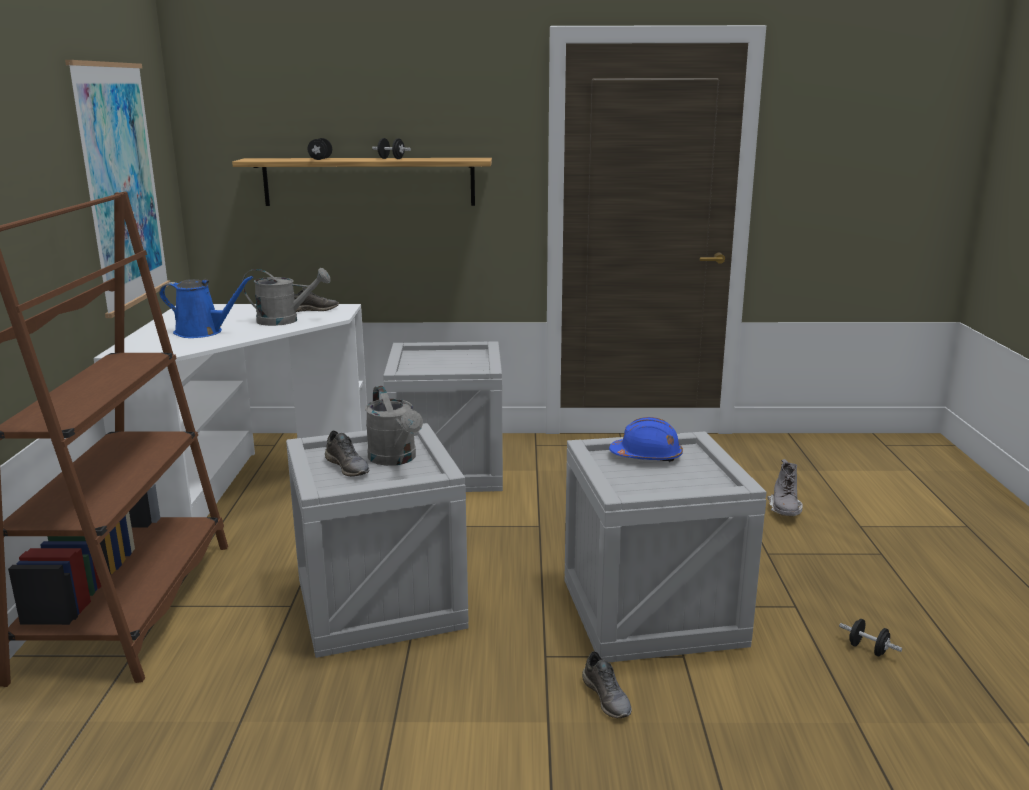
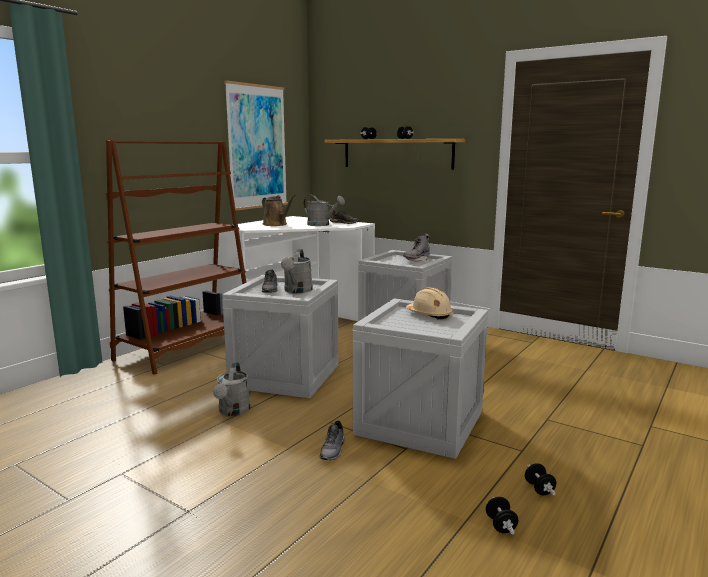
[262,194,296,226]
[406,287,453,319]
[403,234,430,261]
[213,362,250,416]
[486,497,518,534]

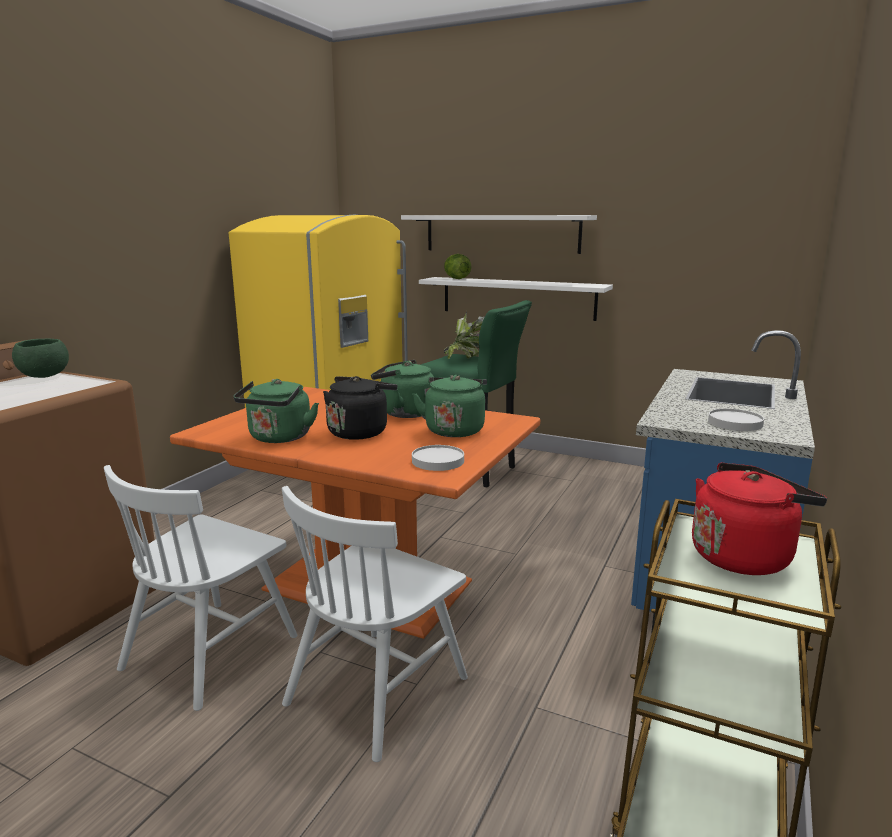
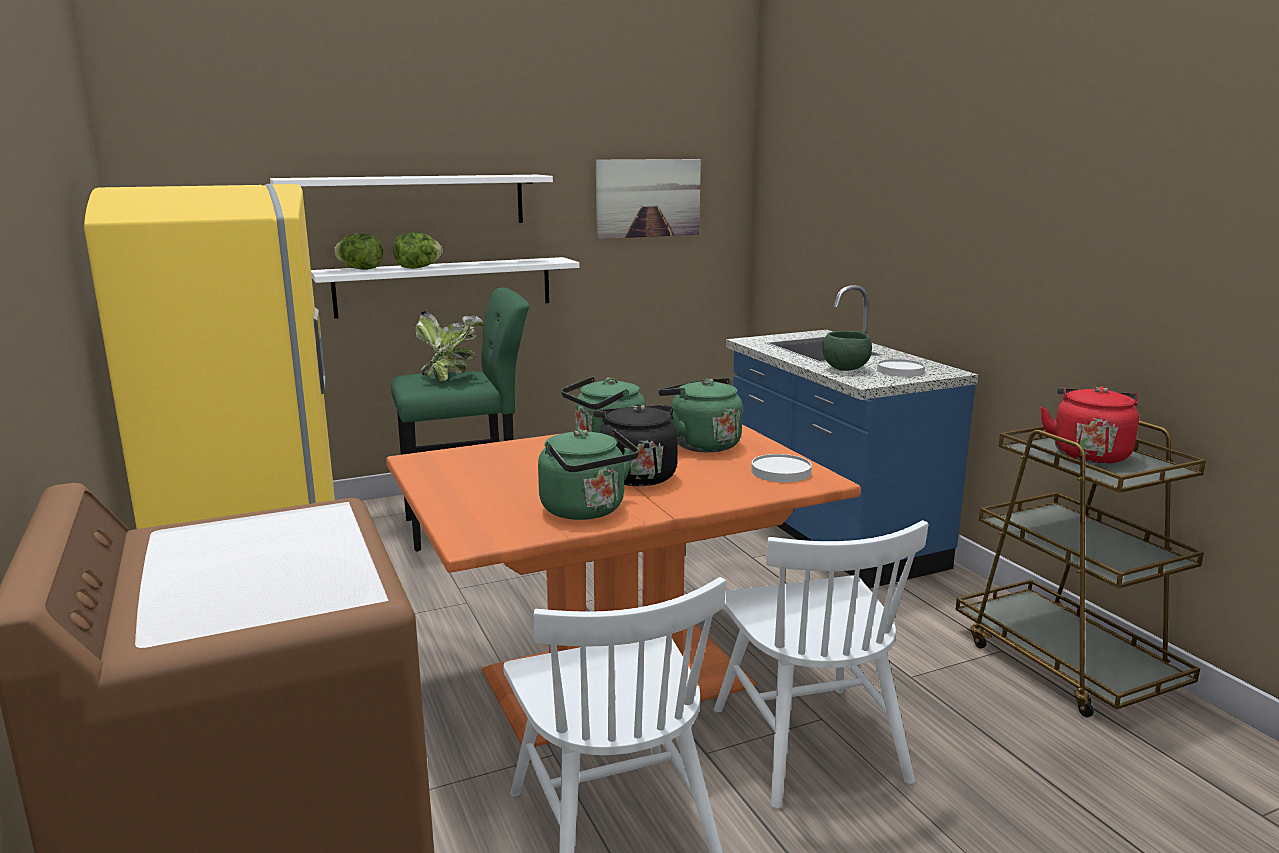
[823,331,872,371]
[596,159,701,239]
[393,232,443,269]

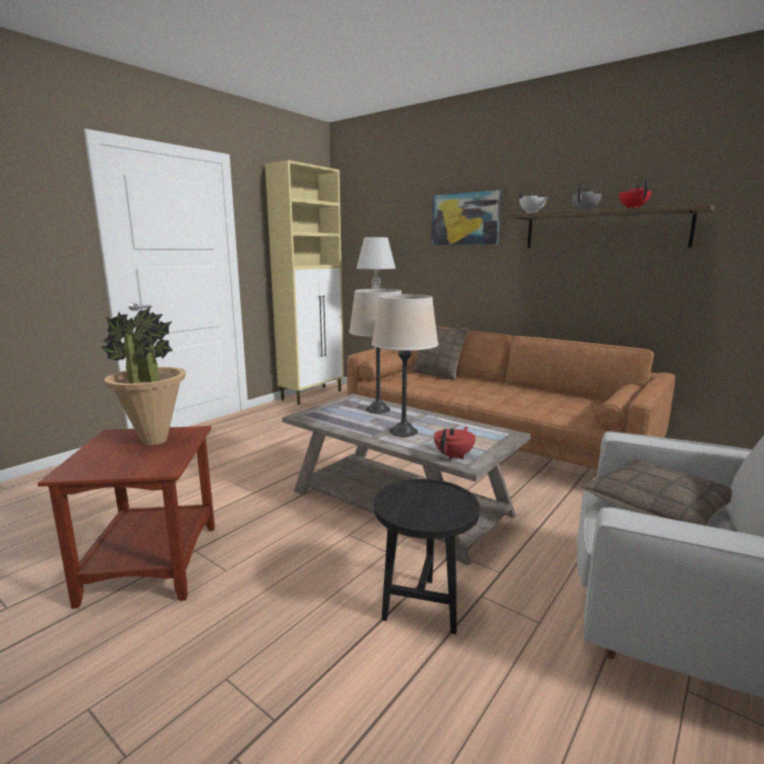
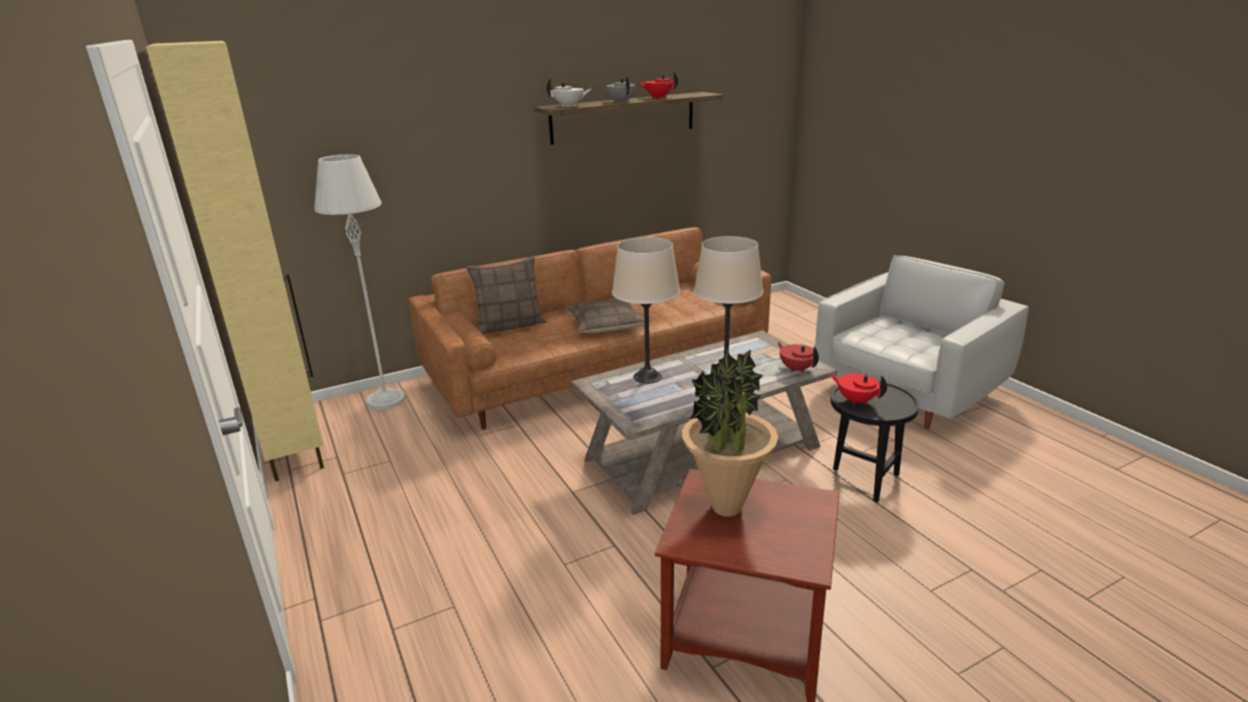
[431,190,501,245] (first image)
[564,299,644,333]
[830,373,887,405]

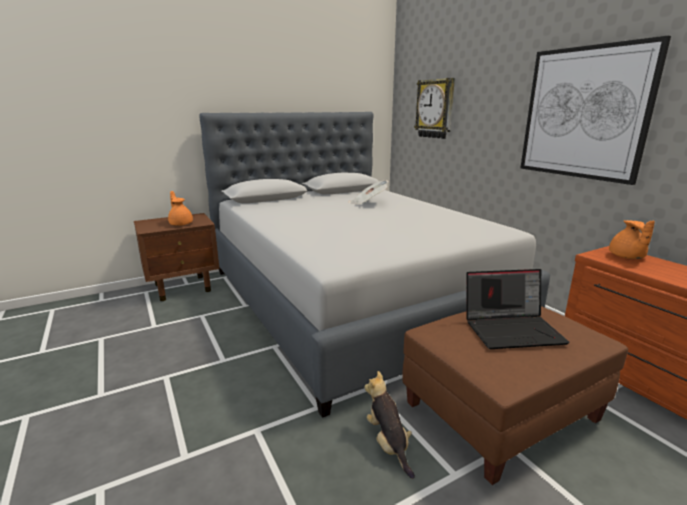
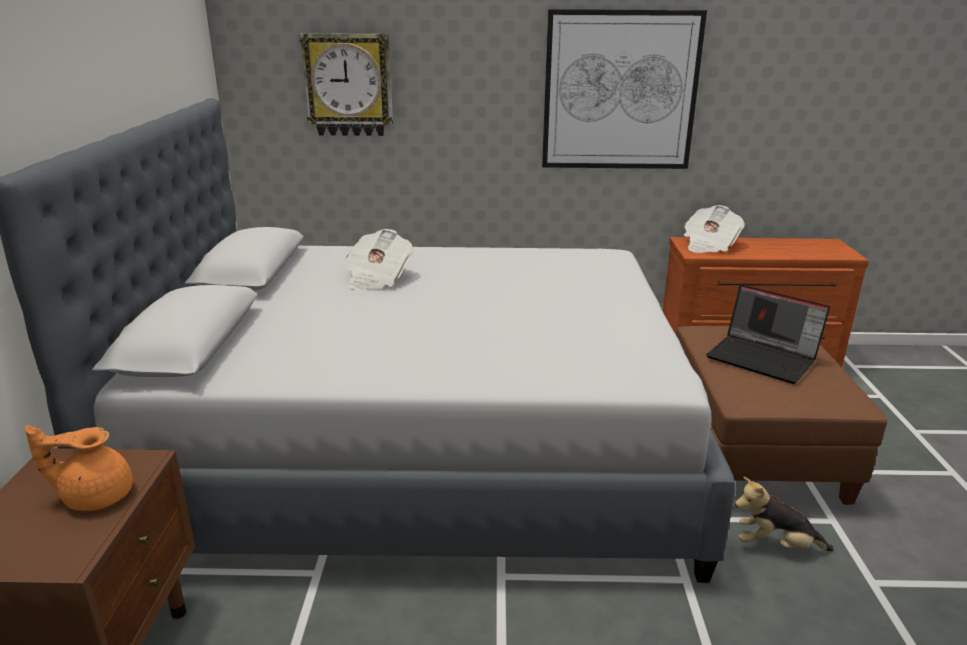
[684,205,745,253]
[706,285,830,384]

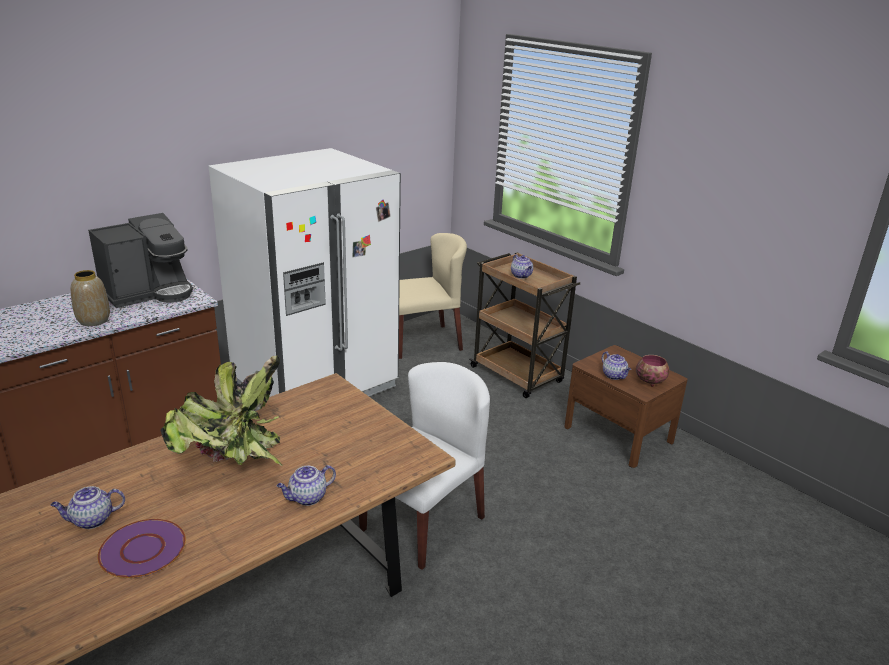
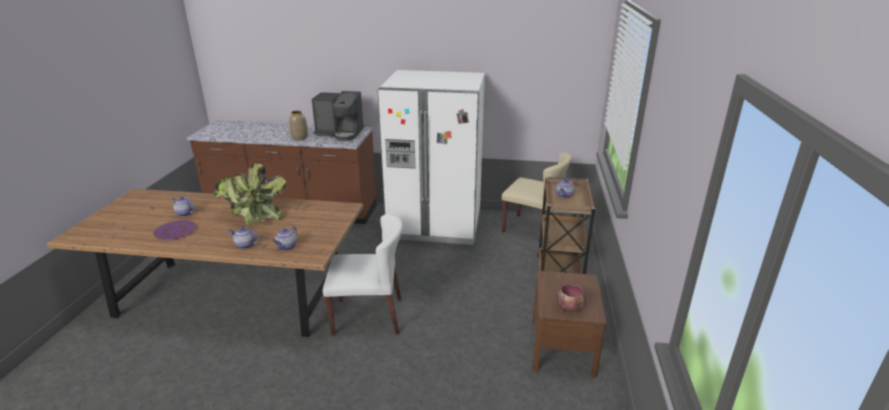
[273,226,297,250]

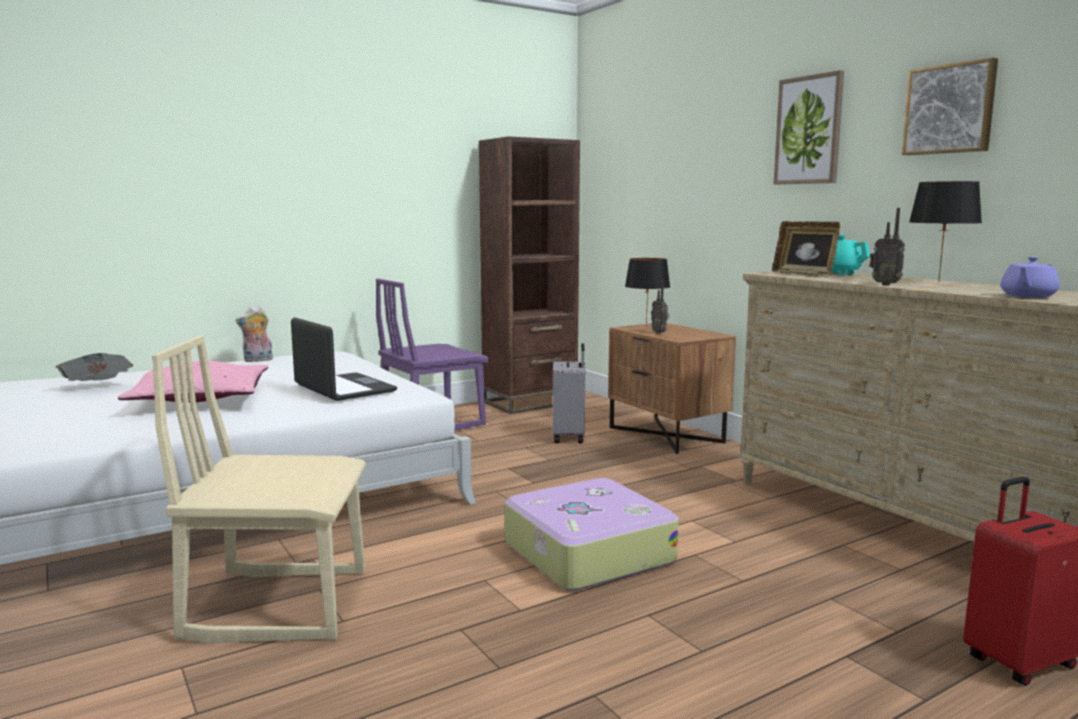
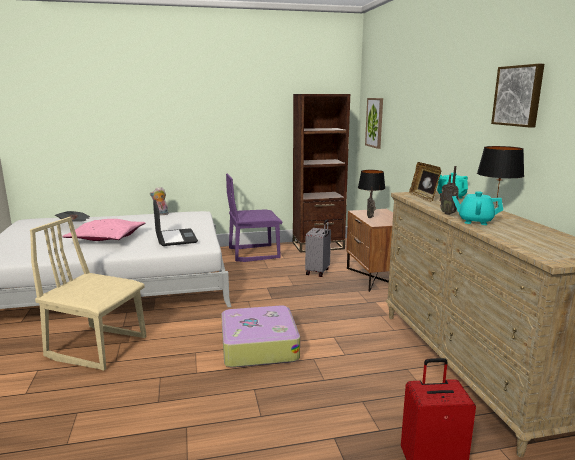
[365,98,383,149]
[1001,256,1060,298] (first image)
[452,191,503,225]

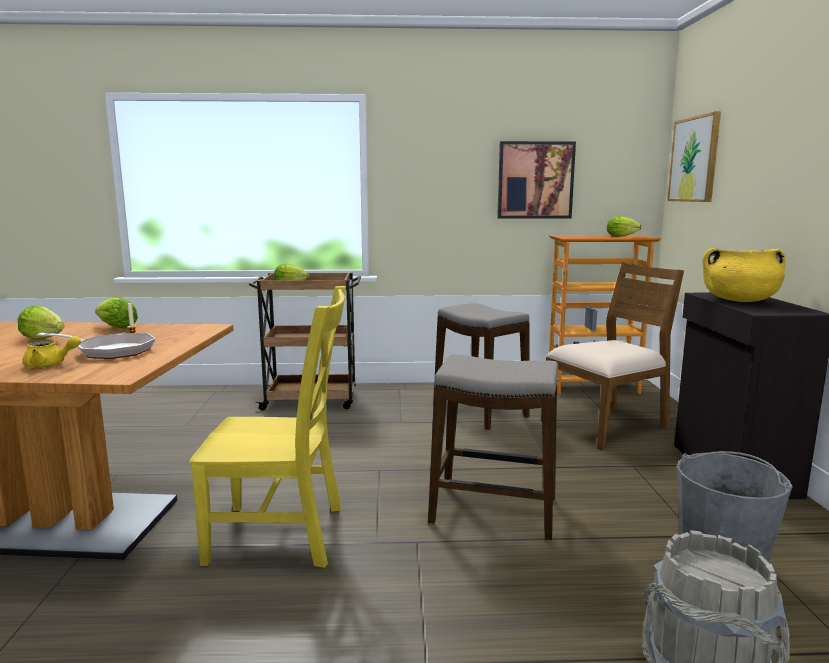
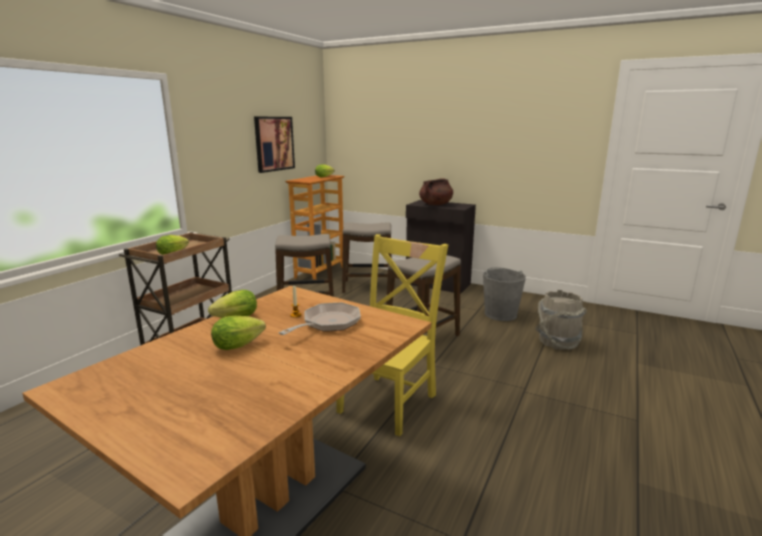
[667,111,721,202] (first image)
[419,178,453,205]
[342,222,392,293]
[23,336,81,368] (first image)

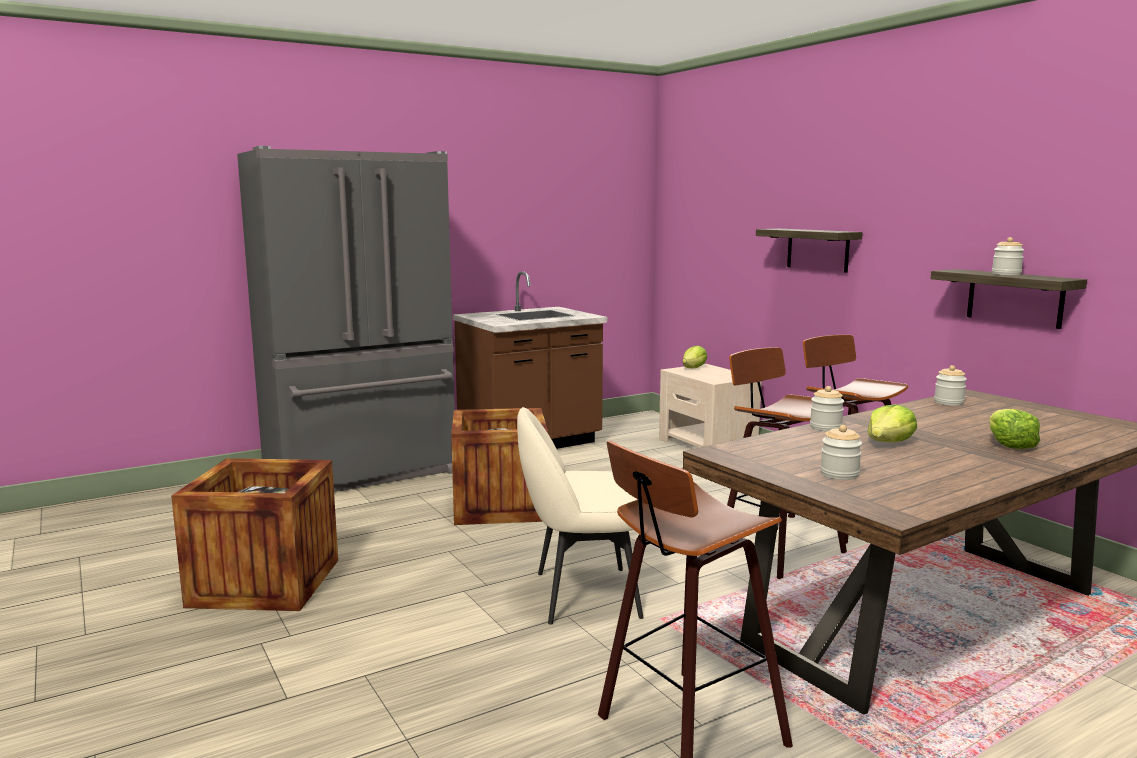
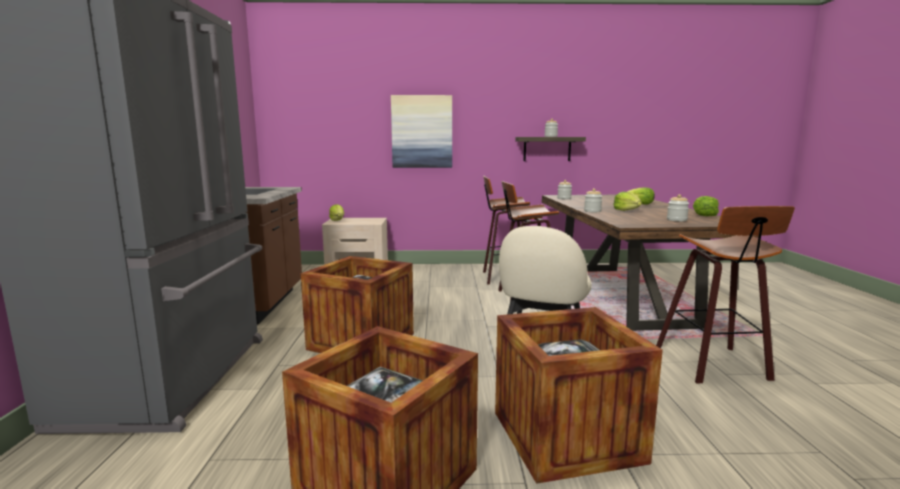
[391,95,452,168]
[693,196,719,216]
[495,307,663,484]

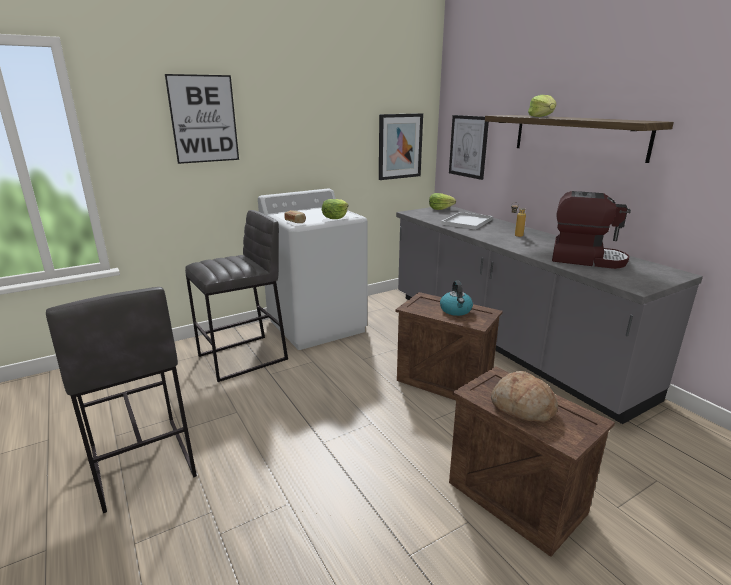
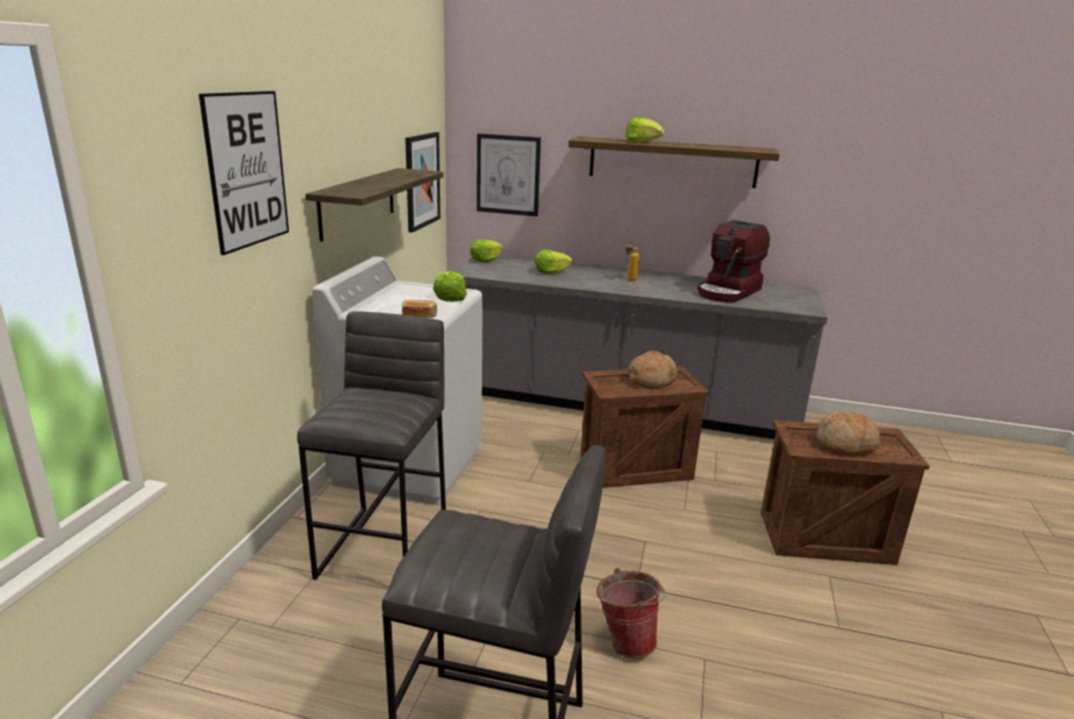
[697,220,770,302]
[535,250,573,274]
[628,351,678,389]
[305,168,444,242]
[596,568,665,658]

